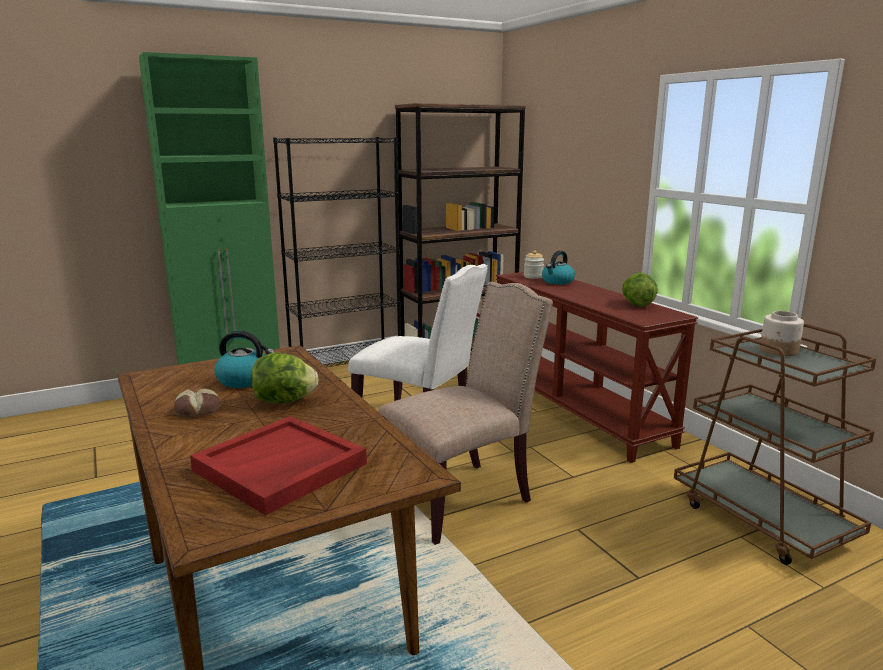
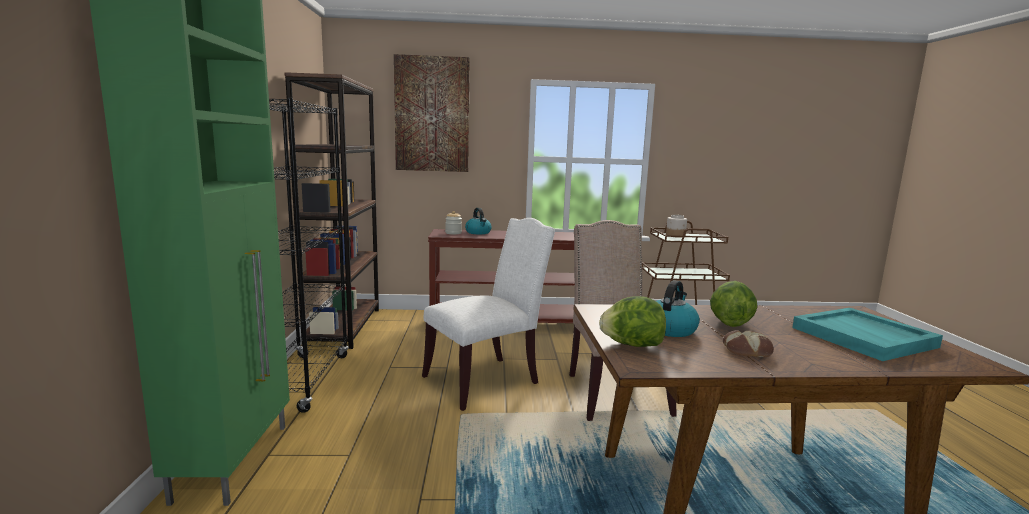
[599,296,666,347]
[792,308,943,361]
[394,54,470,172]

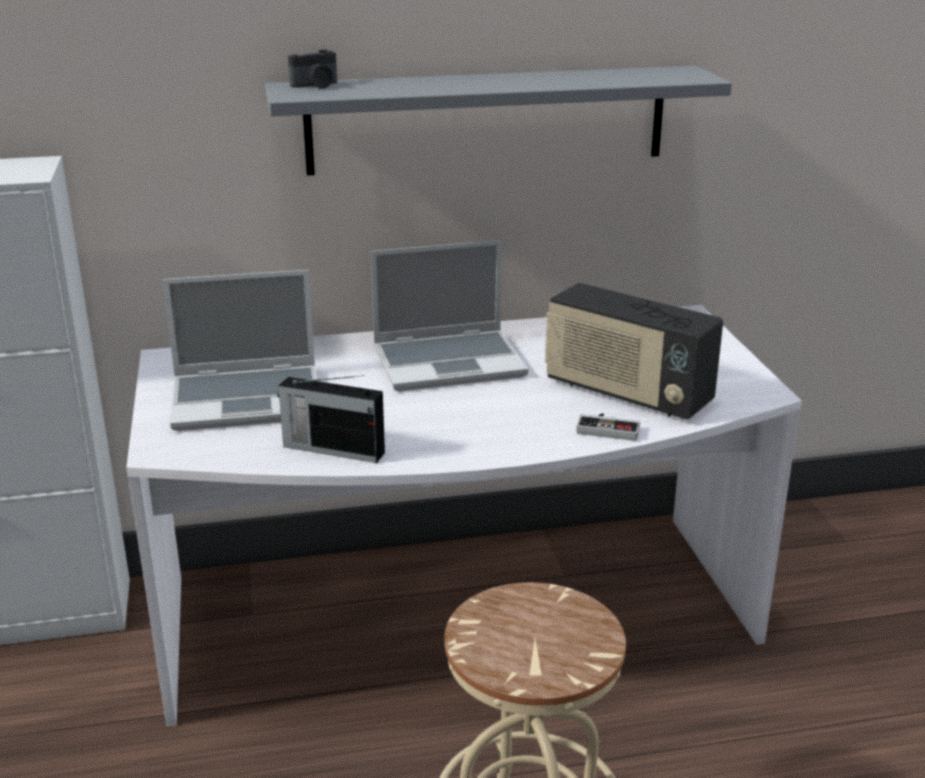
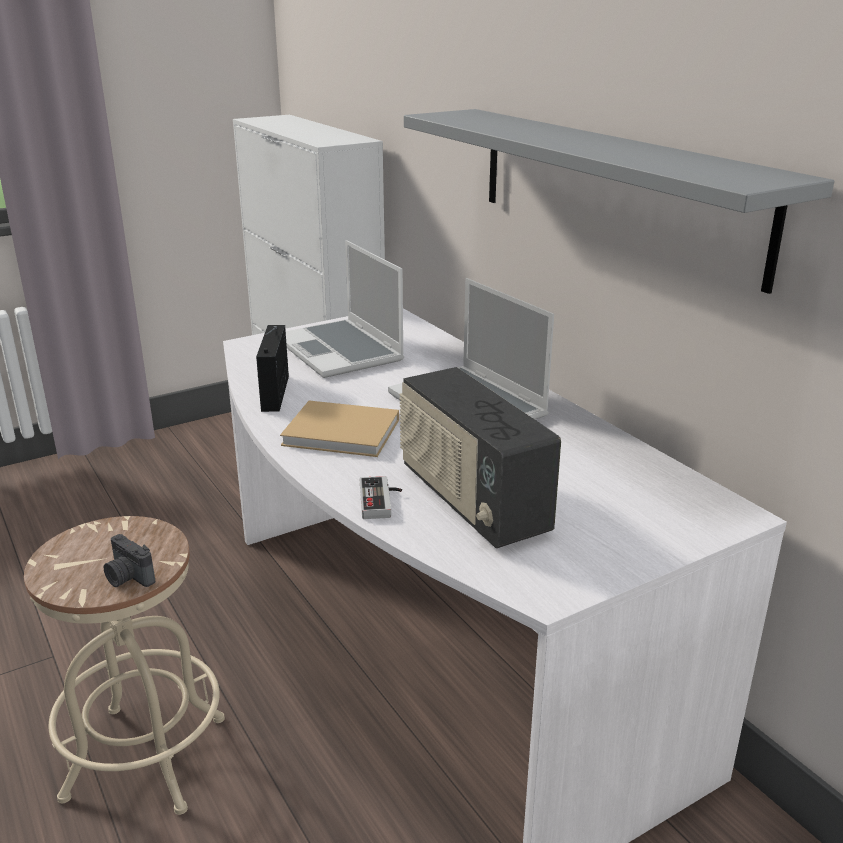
[103,534,155,587]
[400,367,561,548]
[280,401,399,457]

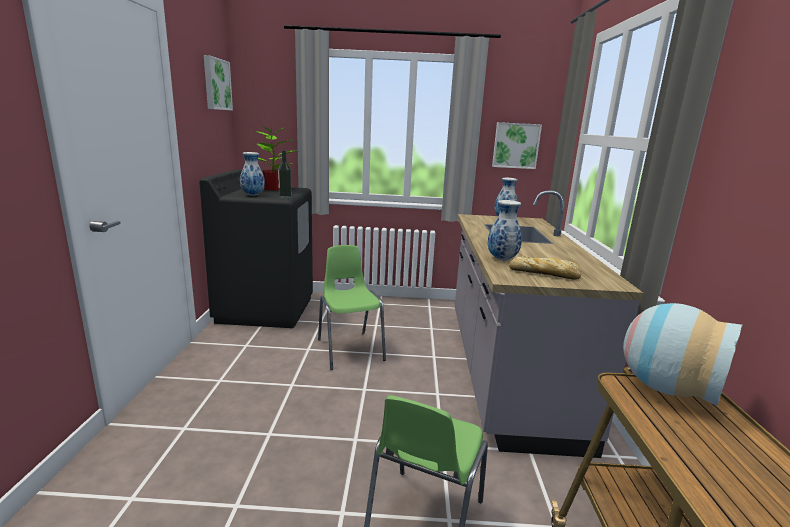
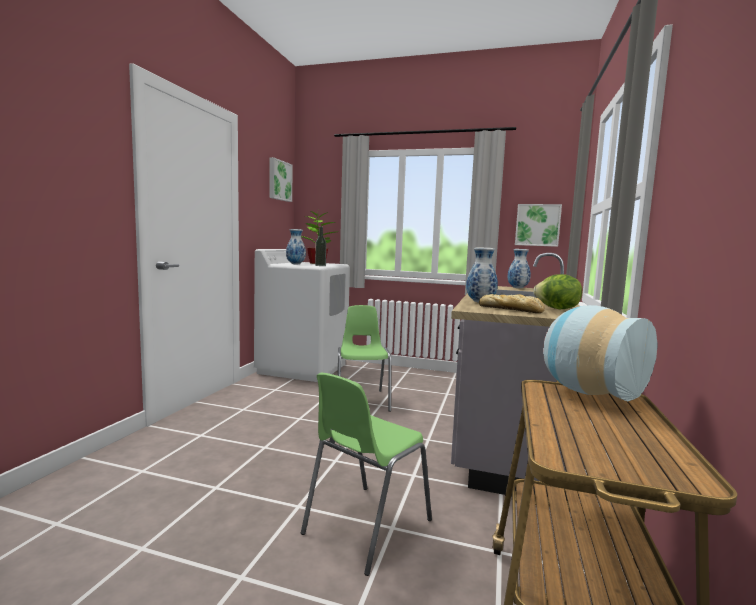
[254,249,350,382]
[533,274,582,309]

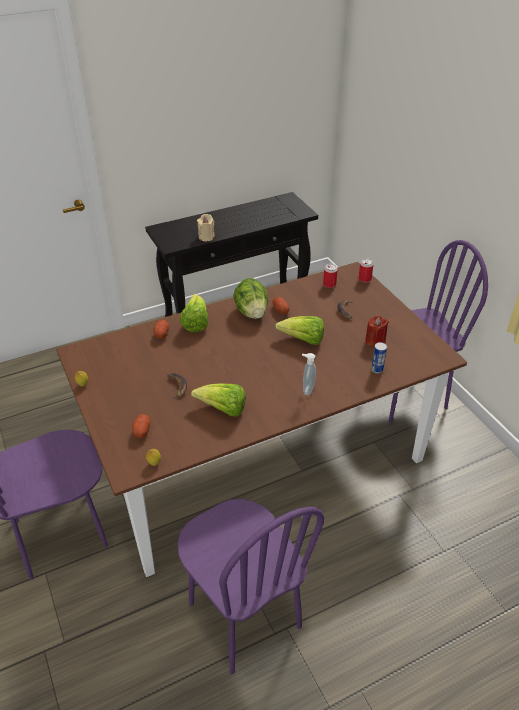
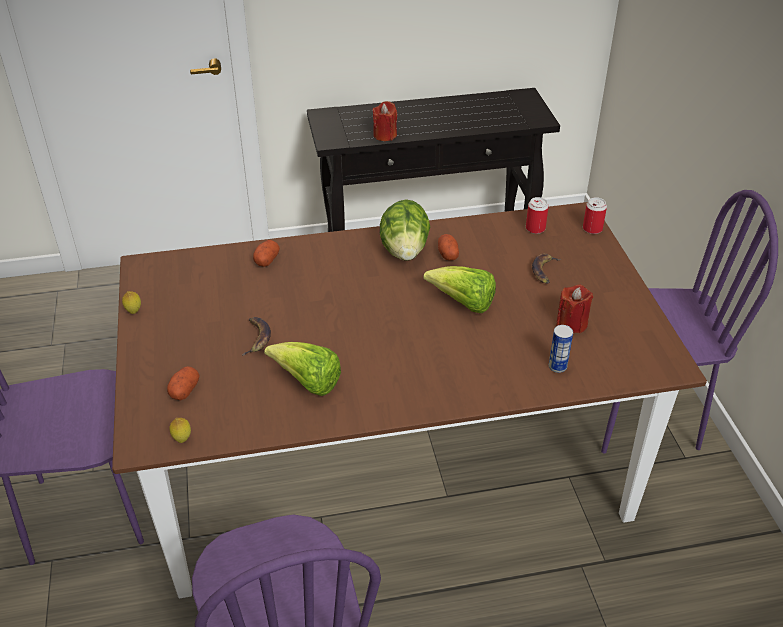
[372,101,397,141]
[180,294,209,332] (first image)
[302,353,316,395] (first image)

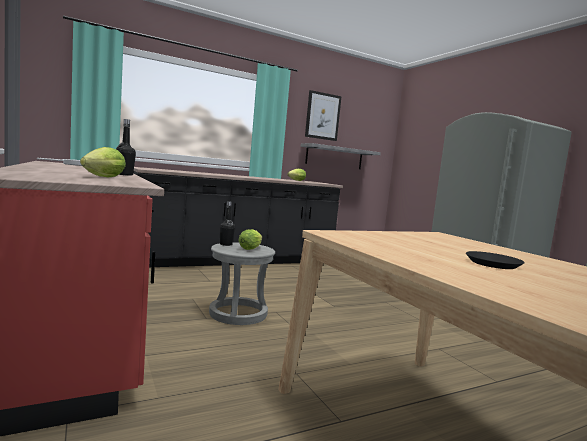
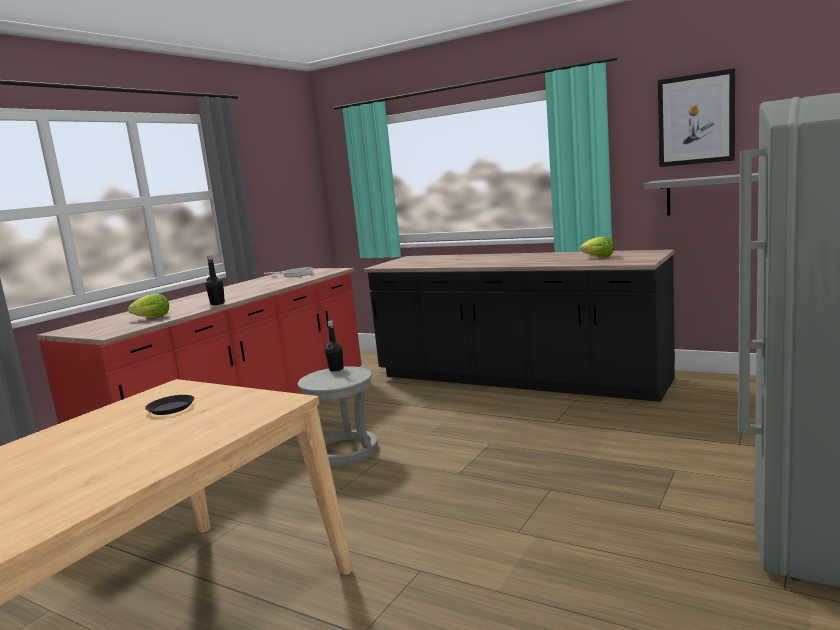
[238,229,262,250] (first image)
[145,395,194,415]

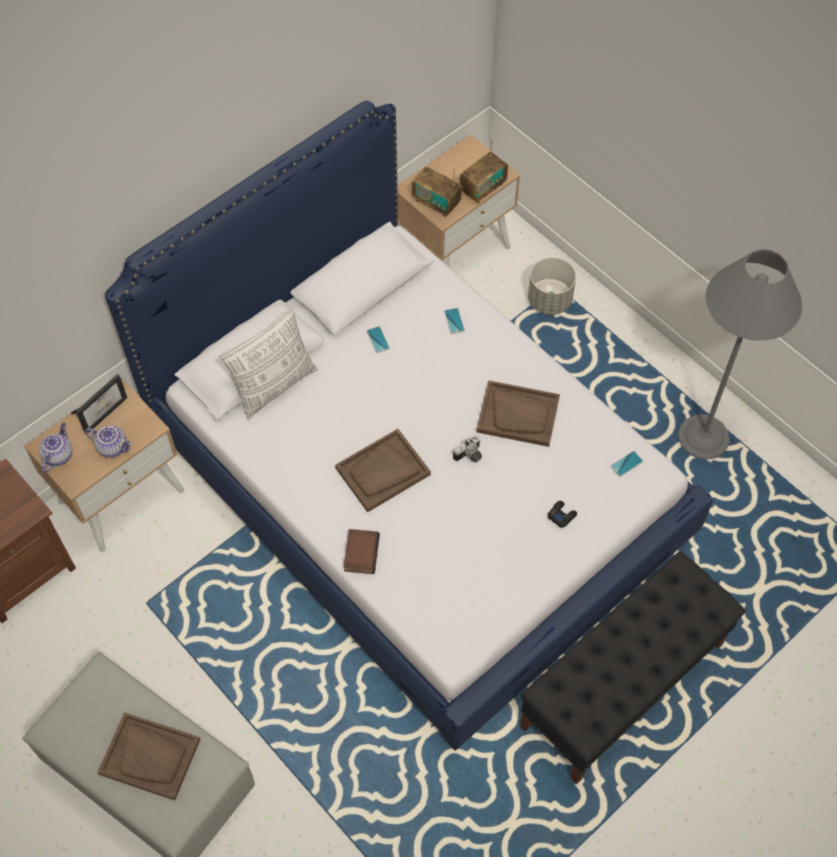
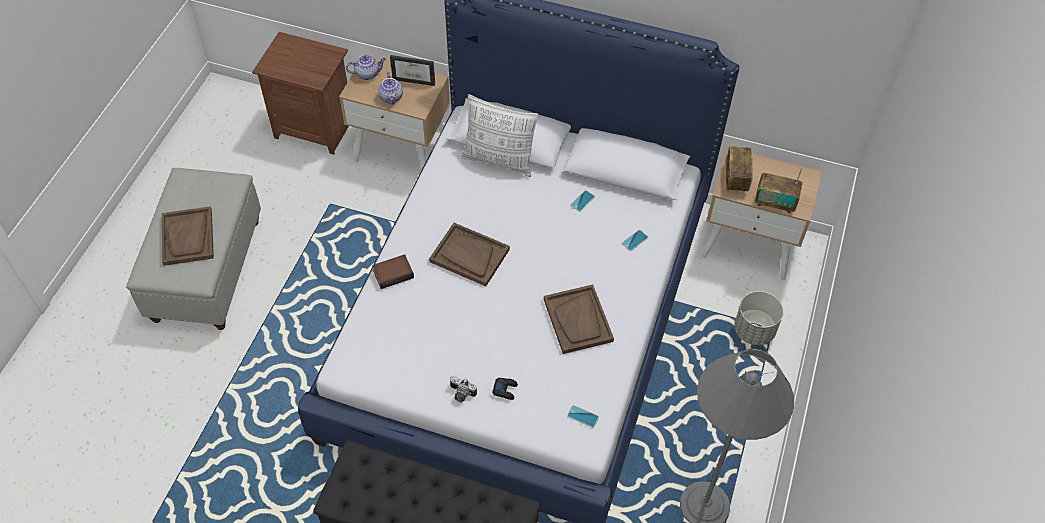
[450,376,477,402]

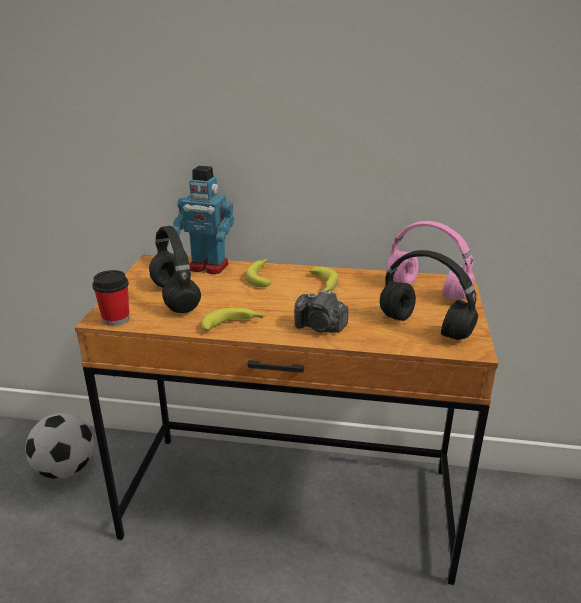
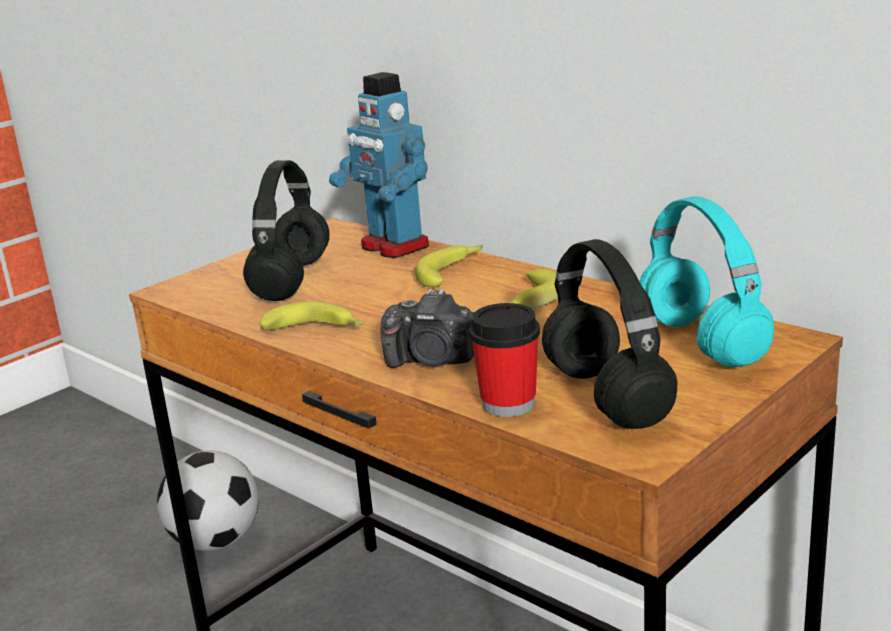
[639,196,774,367]
[469,303,540,417]
[381,288,474,368]

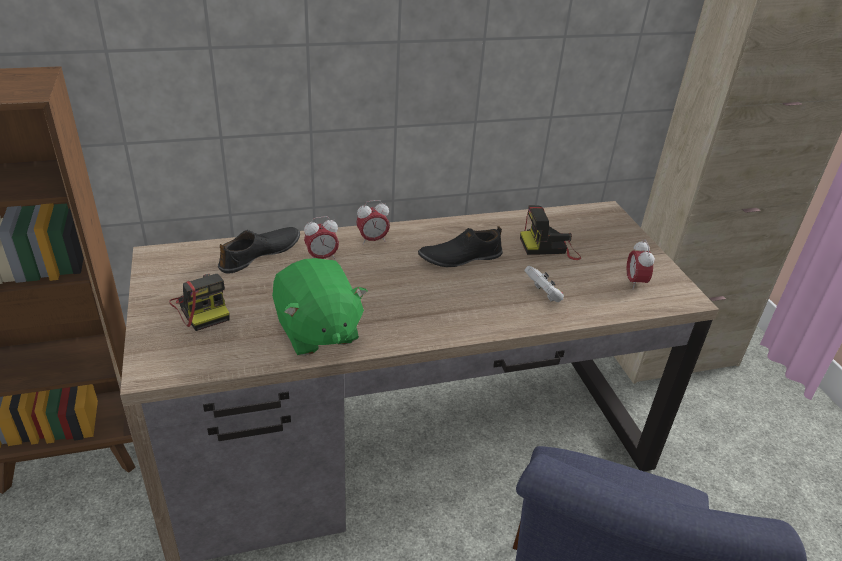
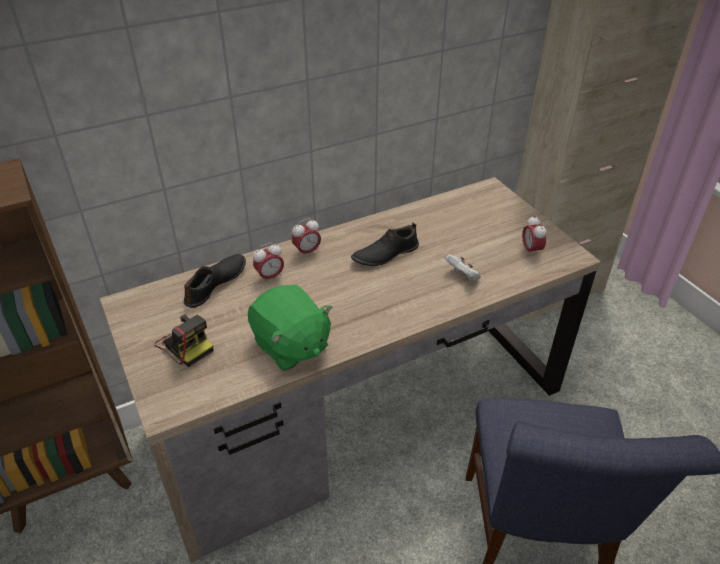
[520,205,581,260] (first image)

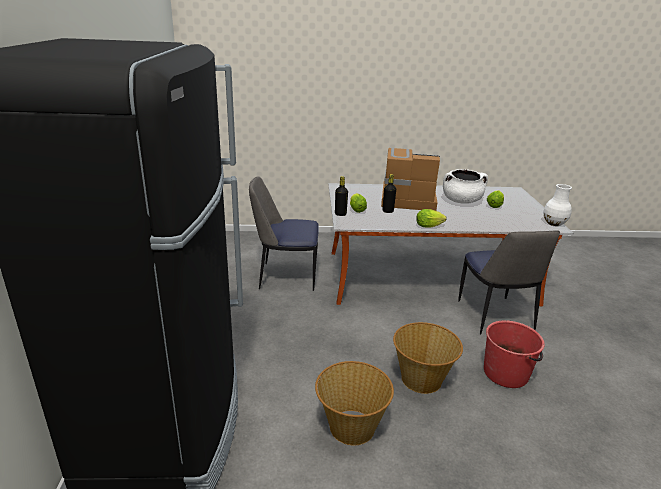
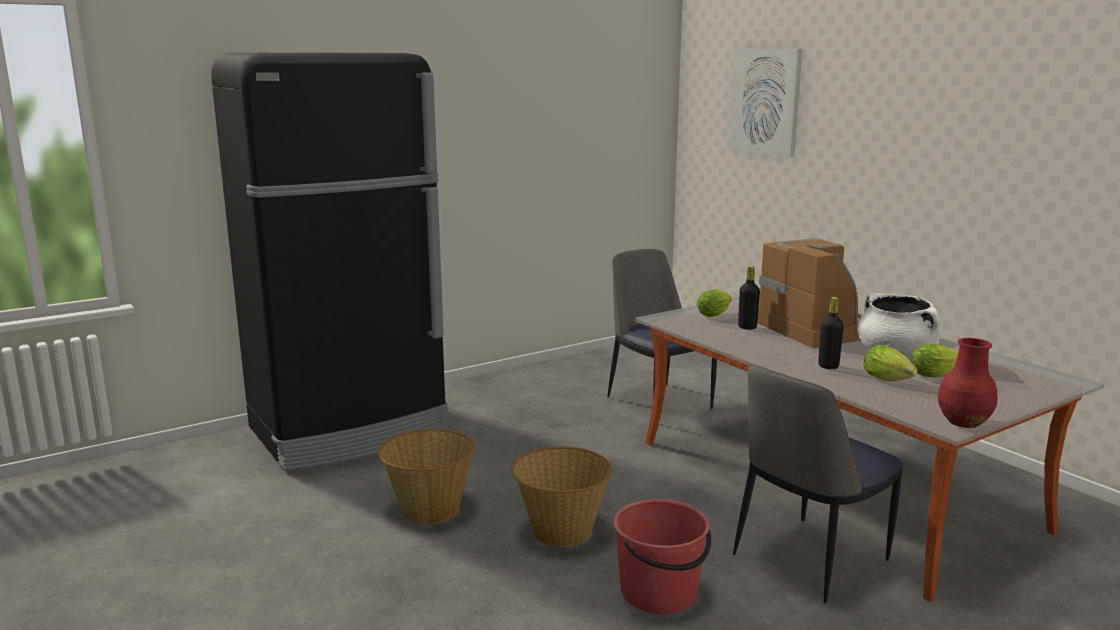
[818,297,844,369]
[938,338,998,428]
[864,345,917,381]
[729,49,802,157]

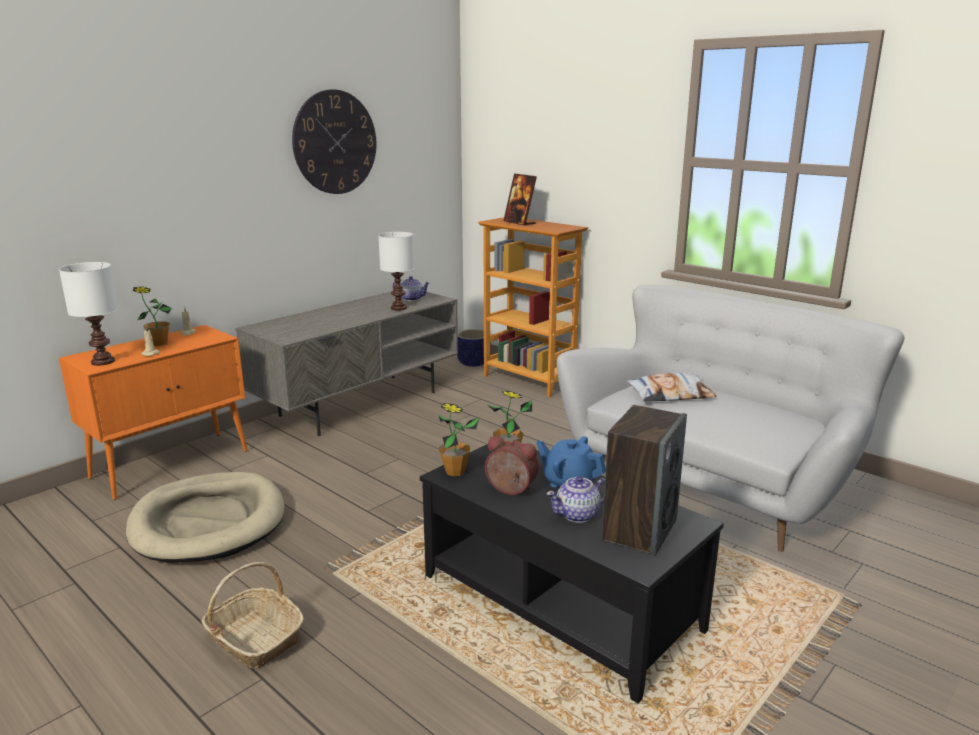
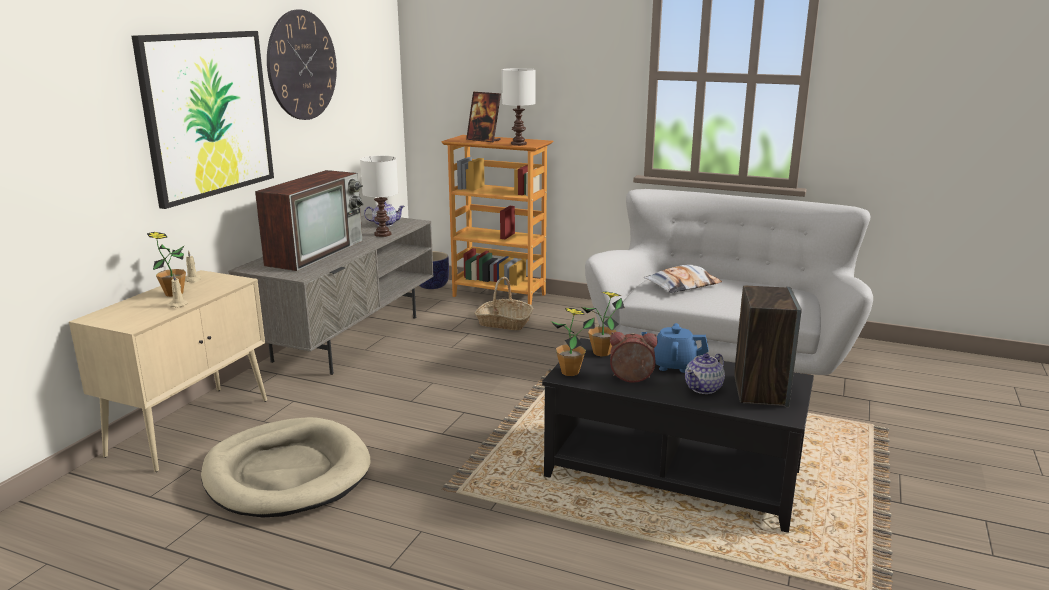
[502,68,536,146]
[69,270,267,472]
[475,277,533,330]
[132,31,274,209]
[255,170,364,271]

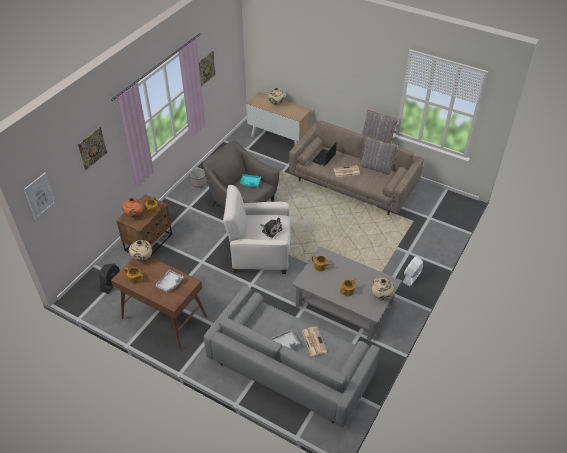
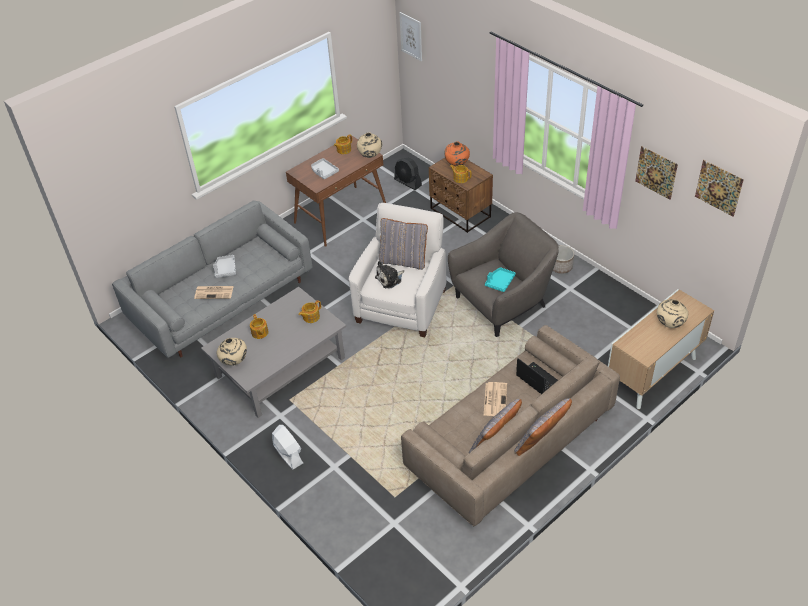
[695,160,744,217]
[379,218,428,270]

